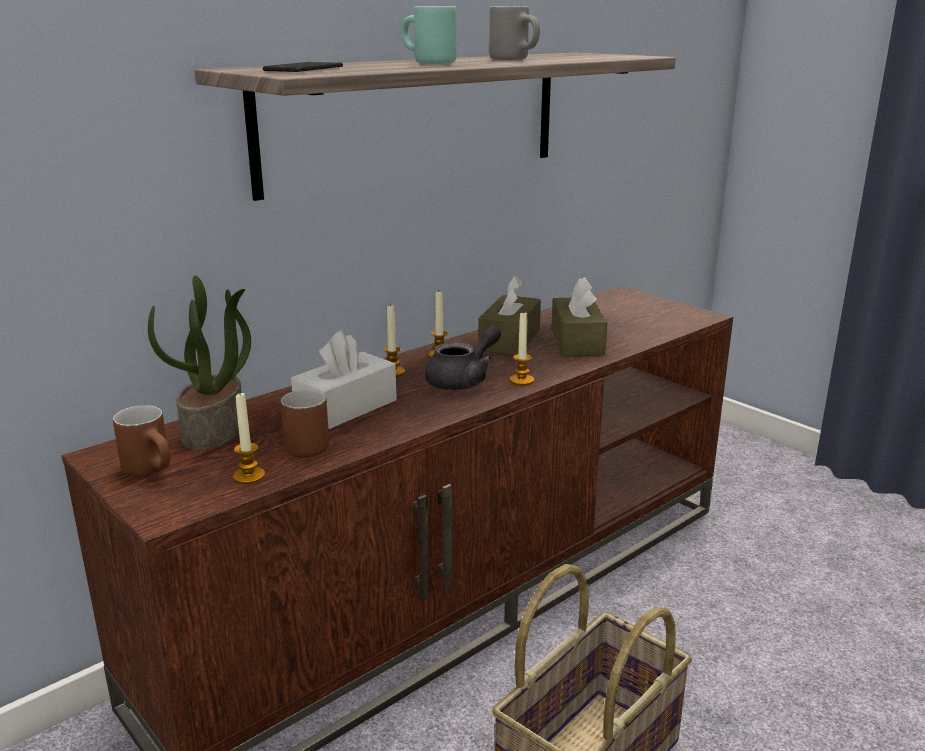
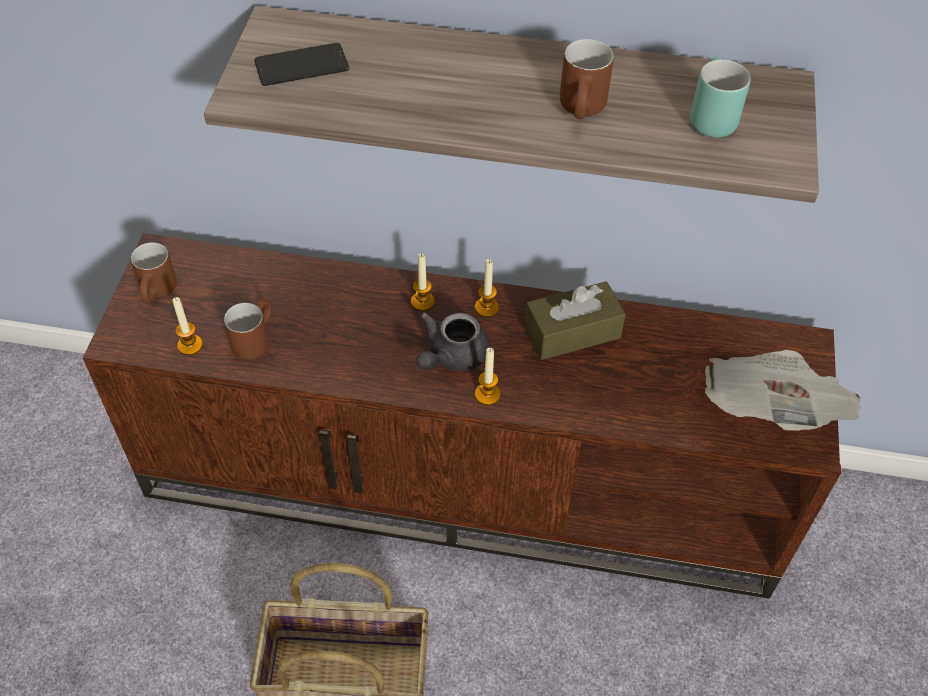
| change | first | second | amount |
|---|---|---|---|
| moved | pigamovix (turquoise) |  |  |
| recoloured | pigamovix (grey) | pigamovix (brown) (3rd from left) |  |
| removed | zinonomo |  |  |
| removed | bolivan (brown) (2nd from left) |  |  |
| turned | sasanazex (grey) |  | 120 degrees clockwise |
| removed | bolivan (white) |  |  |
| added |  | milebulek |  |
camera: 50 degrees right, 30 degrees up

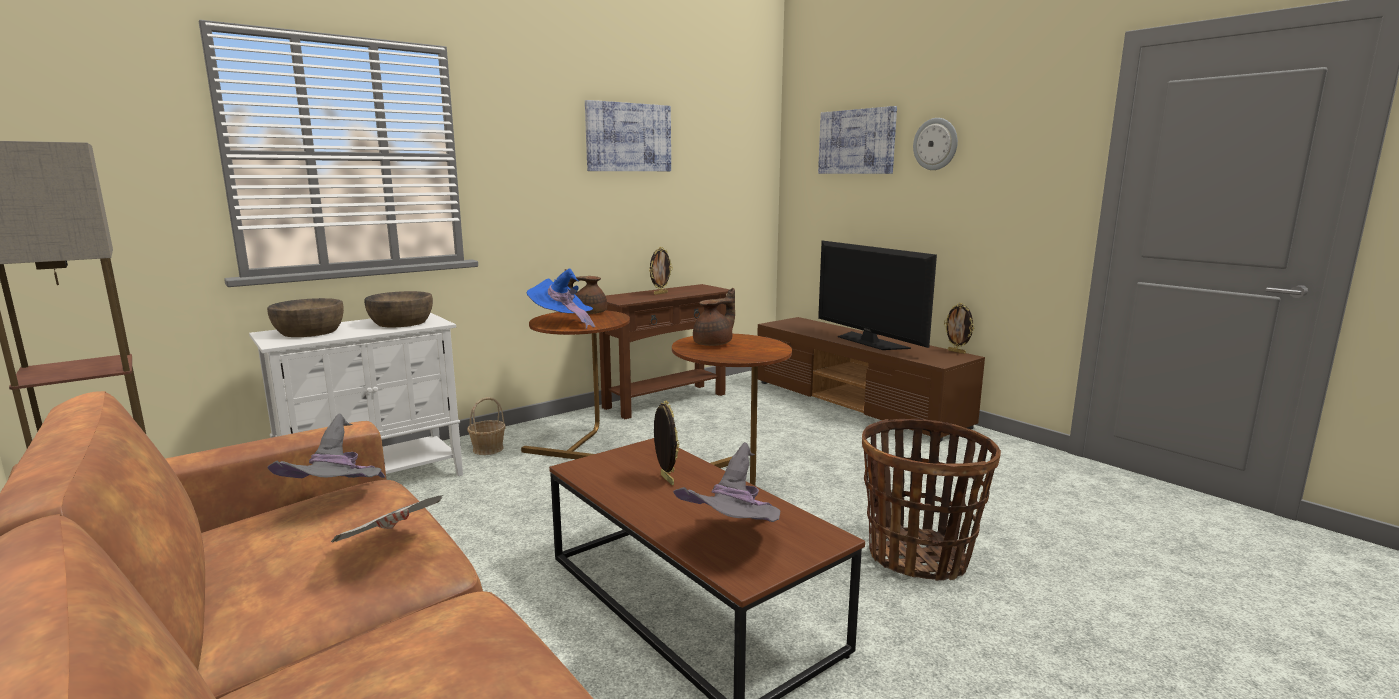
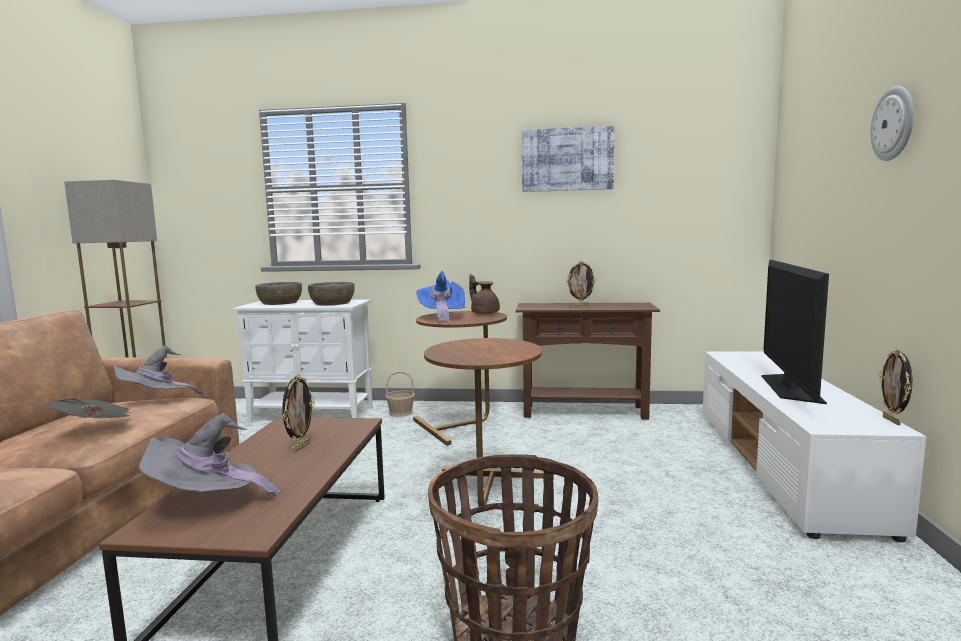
| change | first | second | amount |
|---|---|---|---|
| removed | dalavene (2nd from left) |  |  |
| removed | sasanazex (brown) (2nd from left) |  |  |
| recoloured | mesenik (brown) | mesenik (white) |  |
camera: 45 degrees right, 5 degrees down

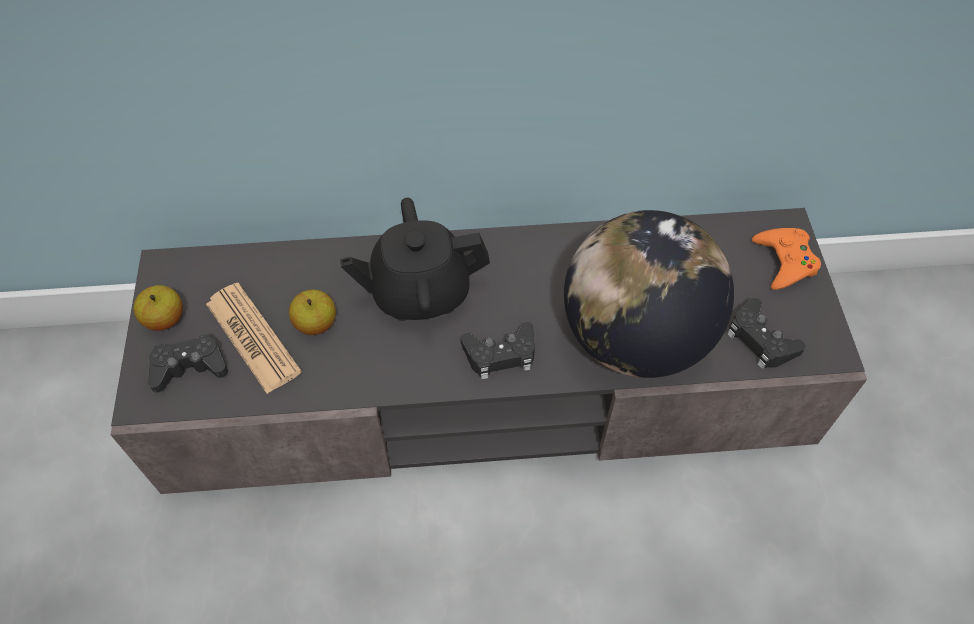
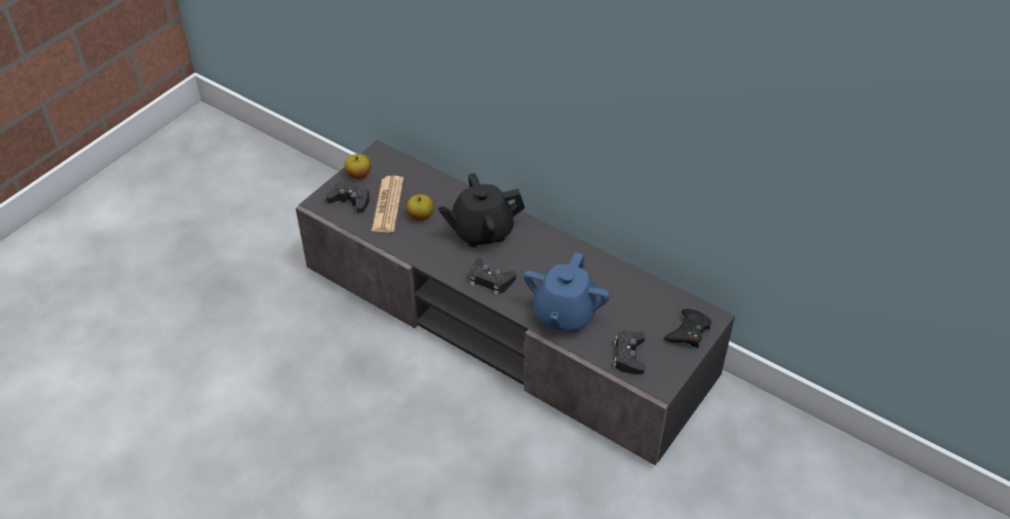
| change | first | second | amount |
|---|---|---|---|
| turned | sasanazex (black) |  | 45 degrees counterclockwise |
| replaced | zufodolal | sasanazex (blue) |  |
| recoloured | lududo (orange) | lududo (black) (4th from left) |  |
camera: 40 degrees right, 10 degrees down

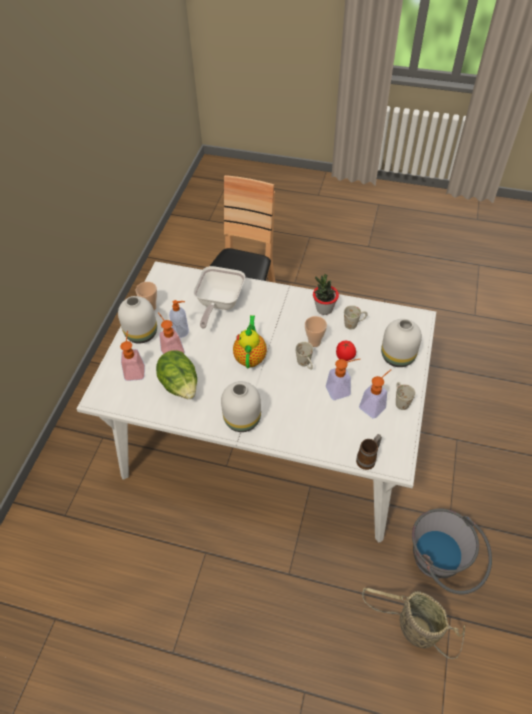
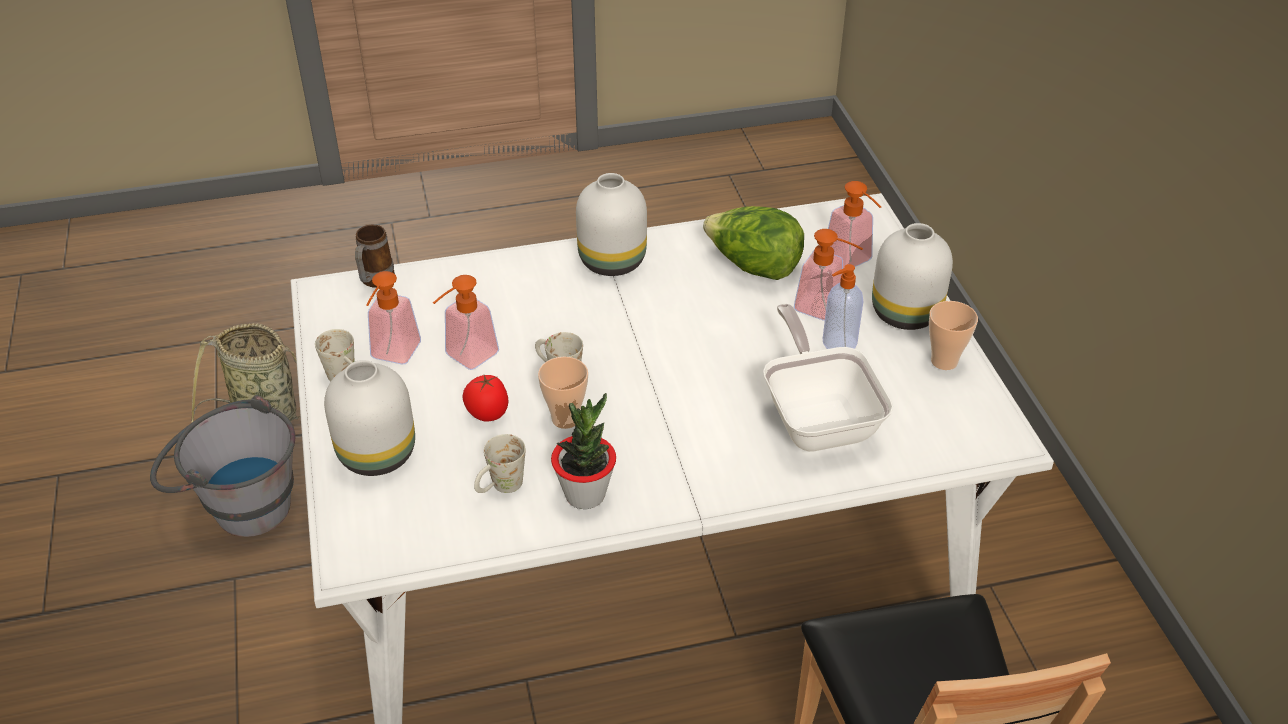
| change | first | second | amount |
|---|---|---|---|
| removed | sasanazex |  |  |
camera: 150 degrees right, 10 degrees down

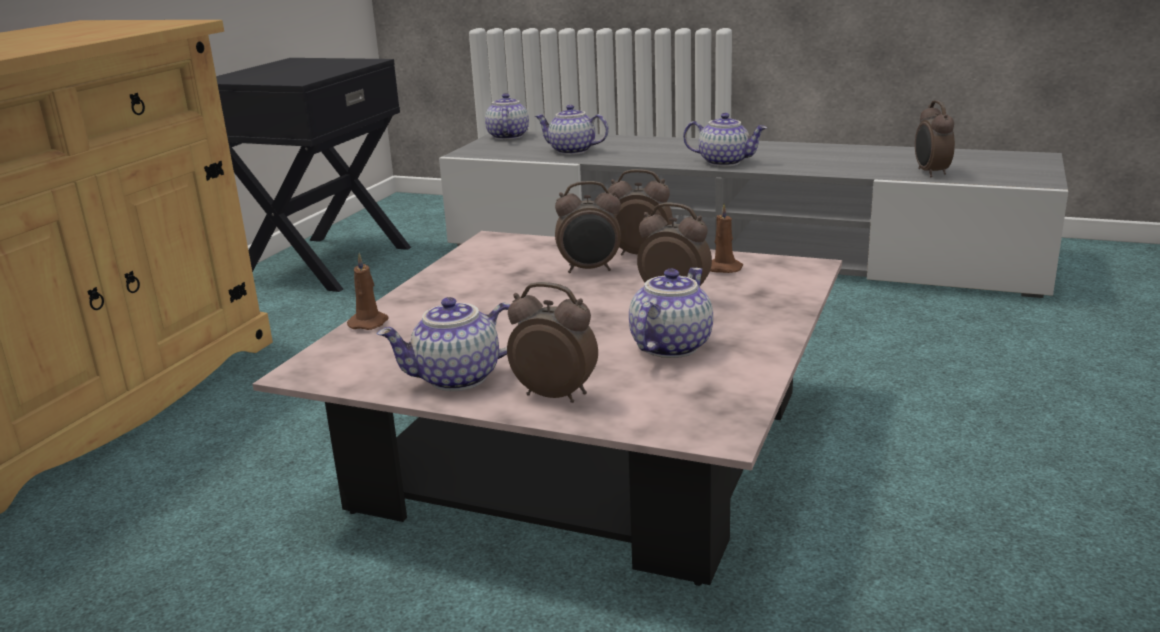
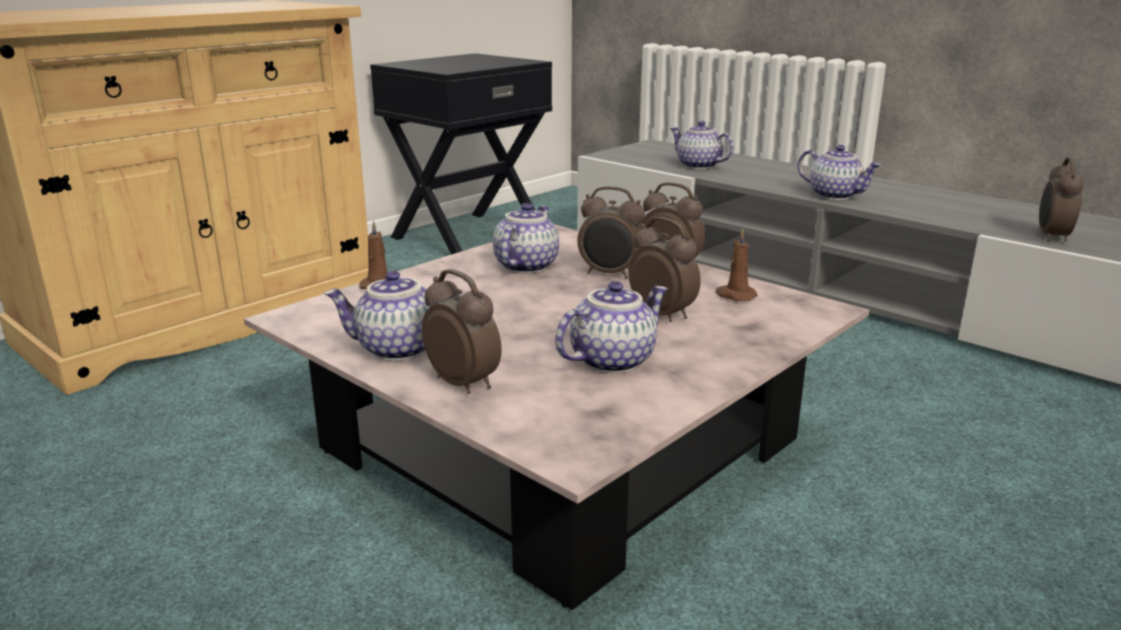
| change | first | second | amount |
|---|---|---|---|
| moved | sasanazex (2nd from left) |  |  |
camera: 20 degrees right, 0 degrees up

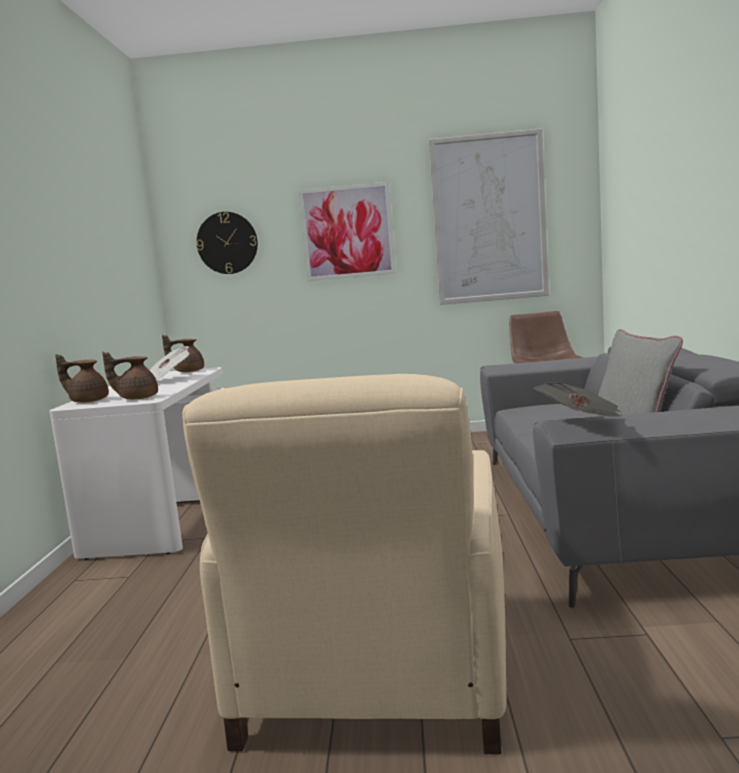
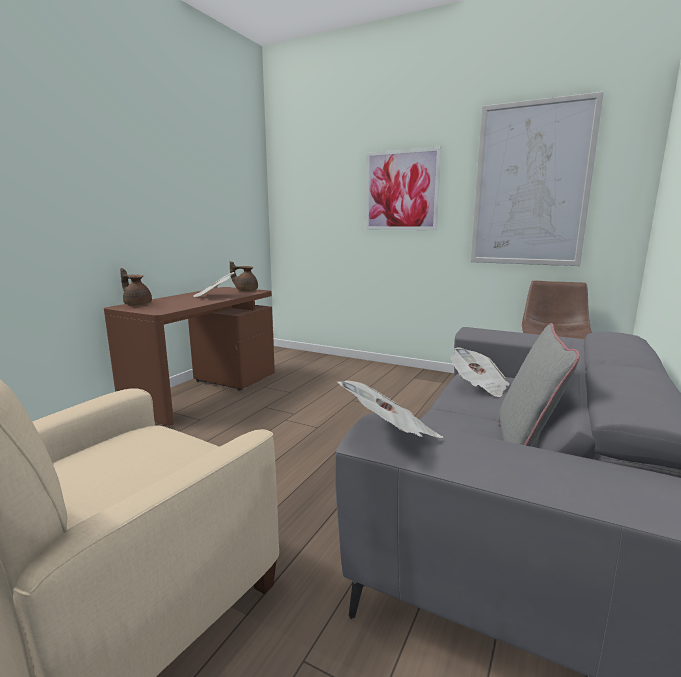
| change | first | second | amount |
|---|---|---|---|
| removed | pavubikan |  |  |
| removed | sasanazex (brown) (2nd from left) |  |  |
| recoloured | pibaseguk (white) | pibaseguk (brown) |  |
| added |  | milebulek (3rd from left) |  |
camera: 25 degrees right, 5 degrees up

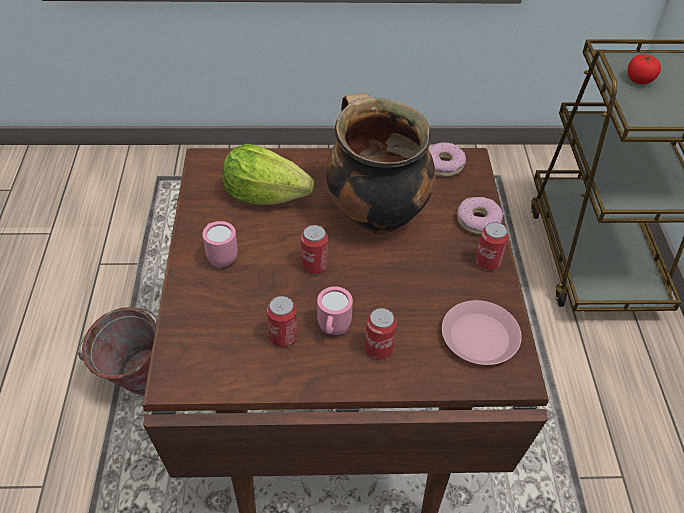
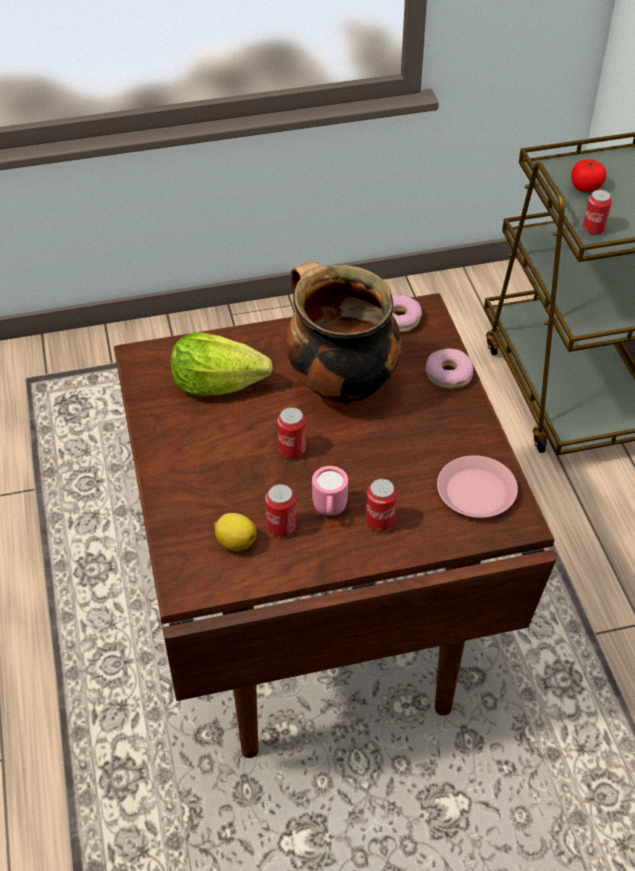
| change | first | second | amount |
|---|---|---|---|
| removed | pigamovix (pink) (1st from left) |  |  |
| moved | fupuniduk (4th from left) |  |  |
| removed | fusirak |  |  |
| added |  | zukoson |  |
camera: 10 degrees left, 0 degrees up

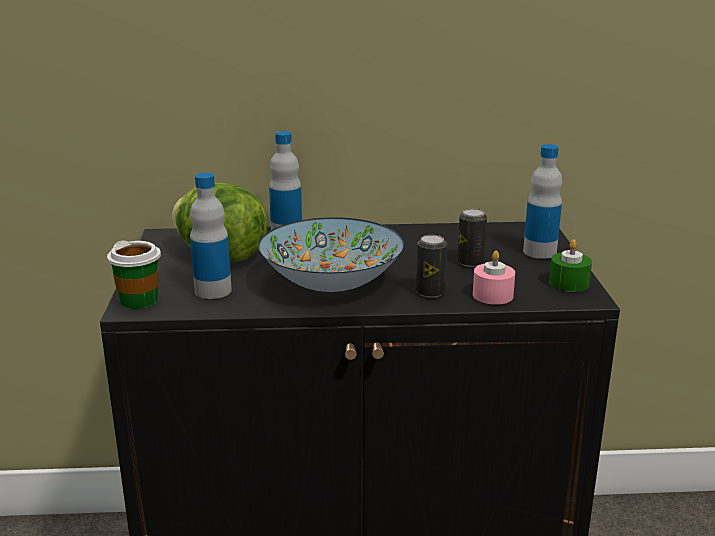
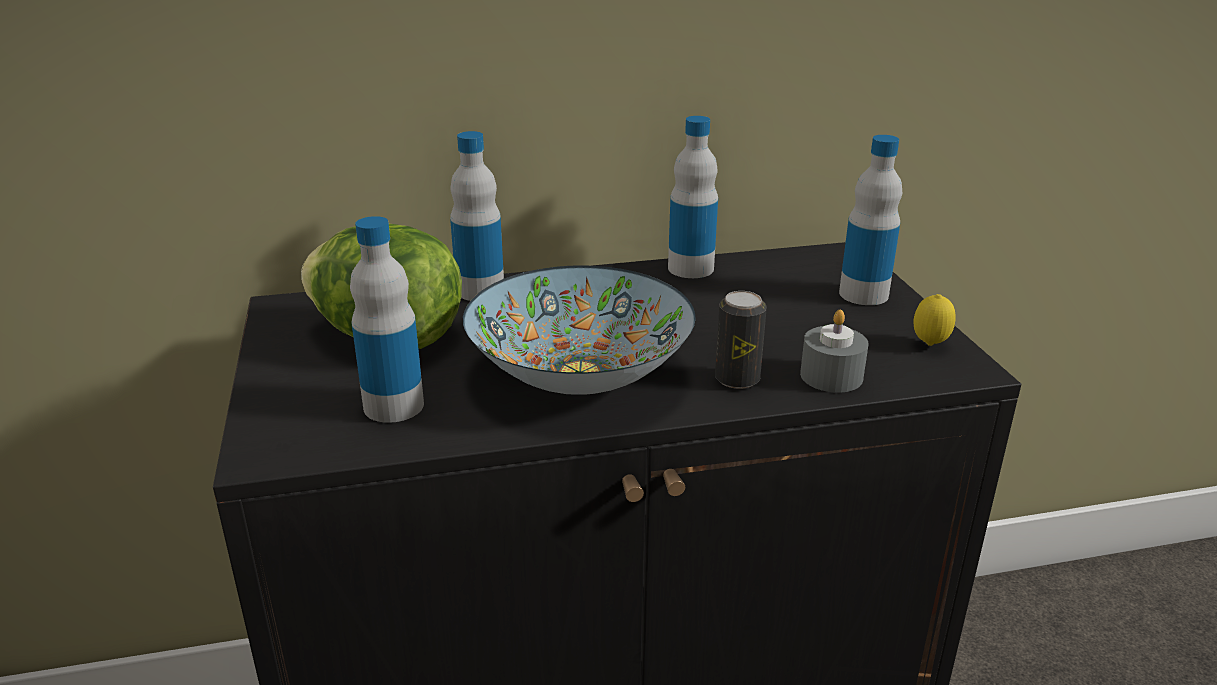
| change | first | second | amount |
|---|---|---|---|
| removed | fupuniduk (2nd from left) |  |  |
| removed | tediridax |  |  |
| replaced | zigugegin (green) | zukoson |  |
| recoloured | zigugegin (pink) | zigugegin (grey) |  |
| added |  | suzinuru (3rd from left) |  |
camera: 10 degrees left, 5 degrees up

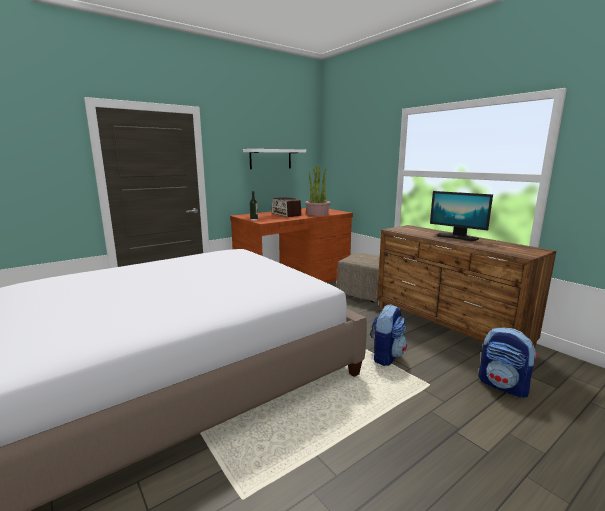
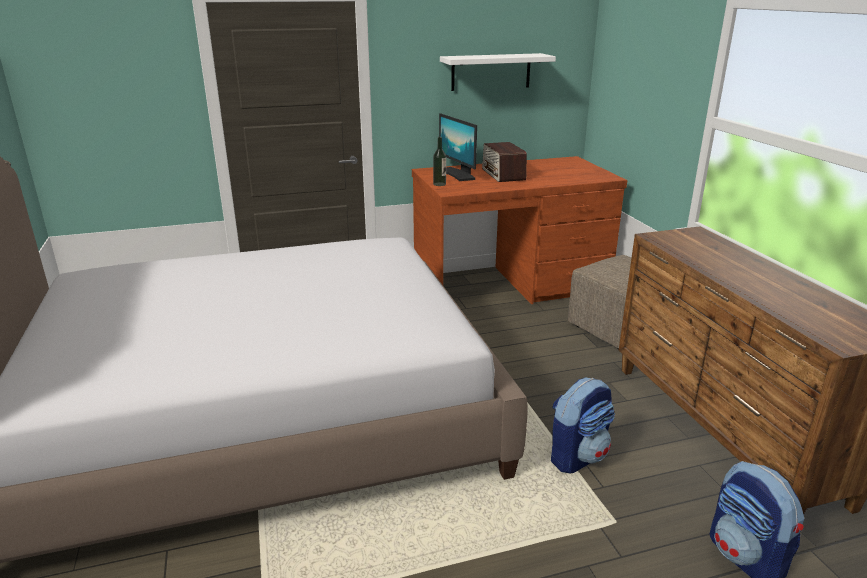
| change | first | second | amount |
|---|---|---|---|
| removed | zinonomo |  |  |
| moved | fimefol |  |  |
camera: 20 degrees right, 10 degrees up

